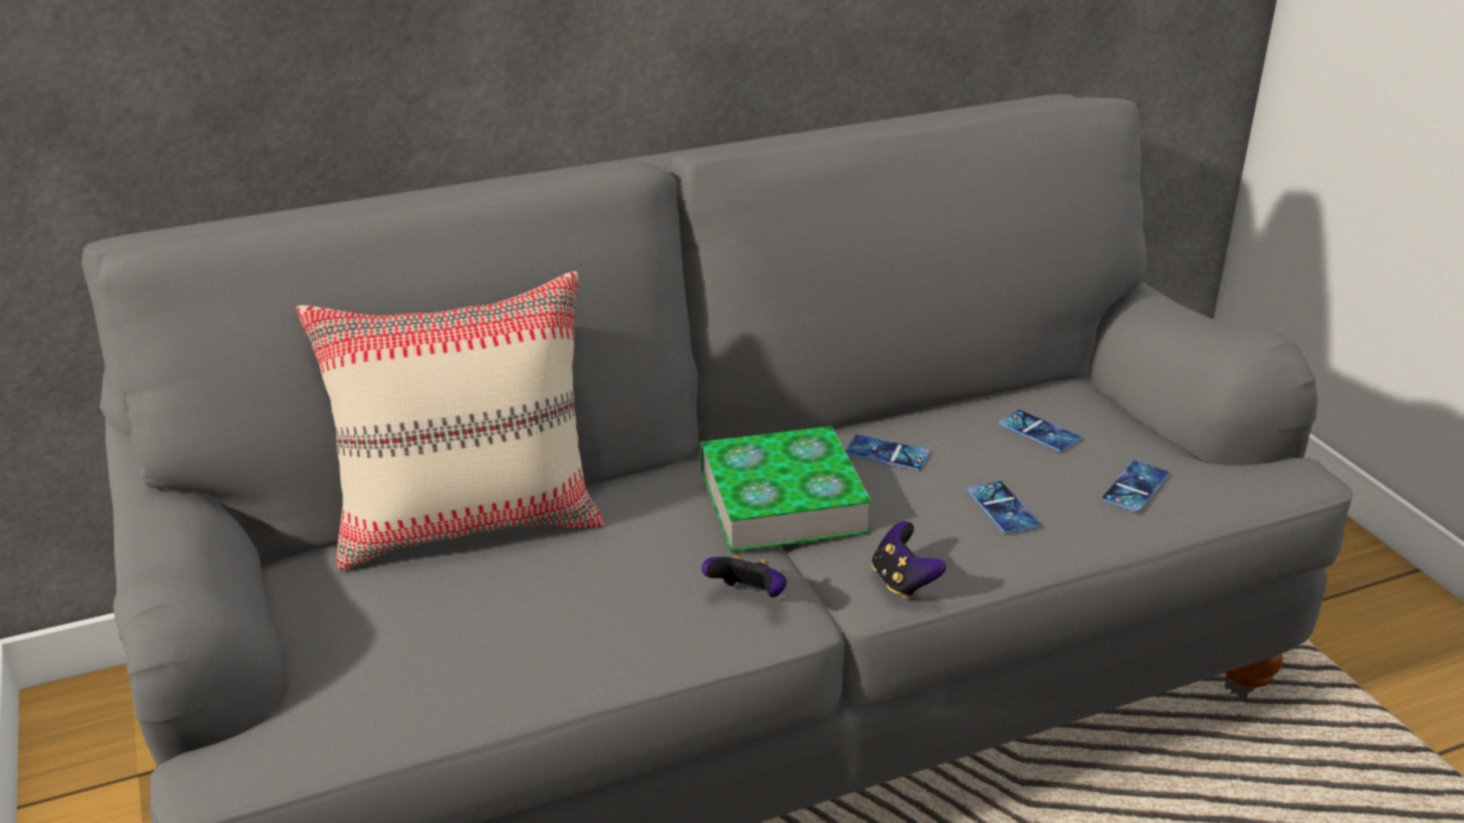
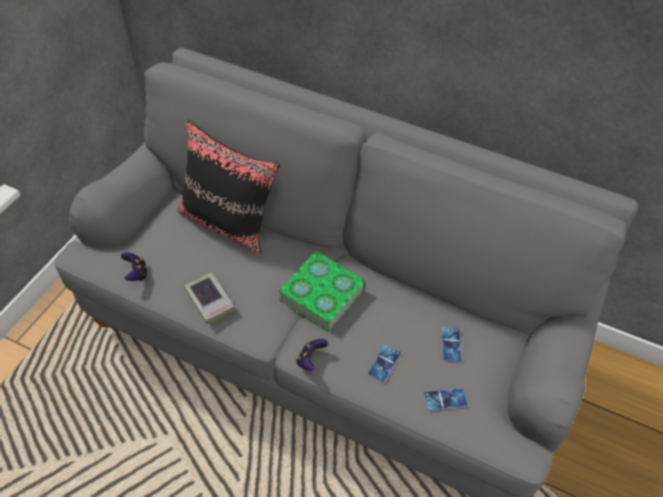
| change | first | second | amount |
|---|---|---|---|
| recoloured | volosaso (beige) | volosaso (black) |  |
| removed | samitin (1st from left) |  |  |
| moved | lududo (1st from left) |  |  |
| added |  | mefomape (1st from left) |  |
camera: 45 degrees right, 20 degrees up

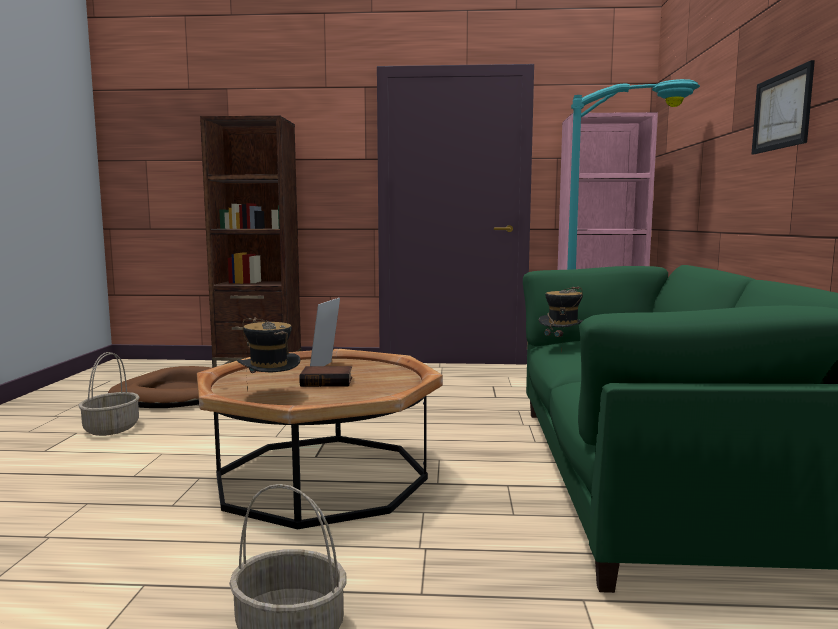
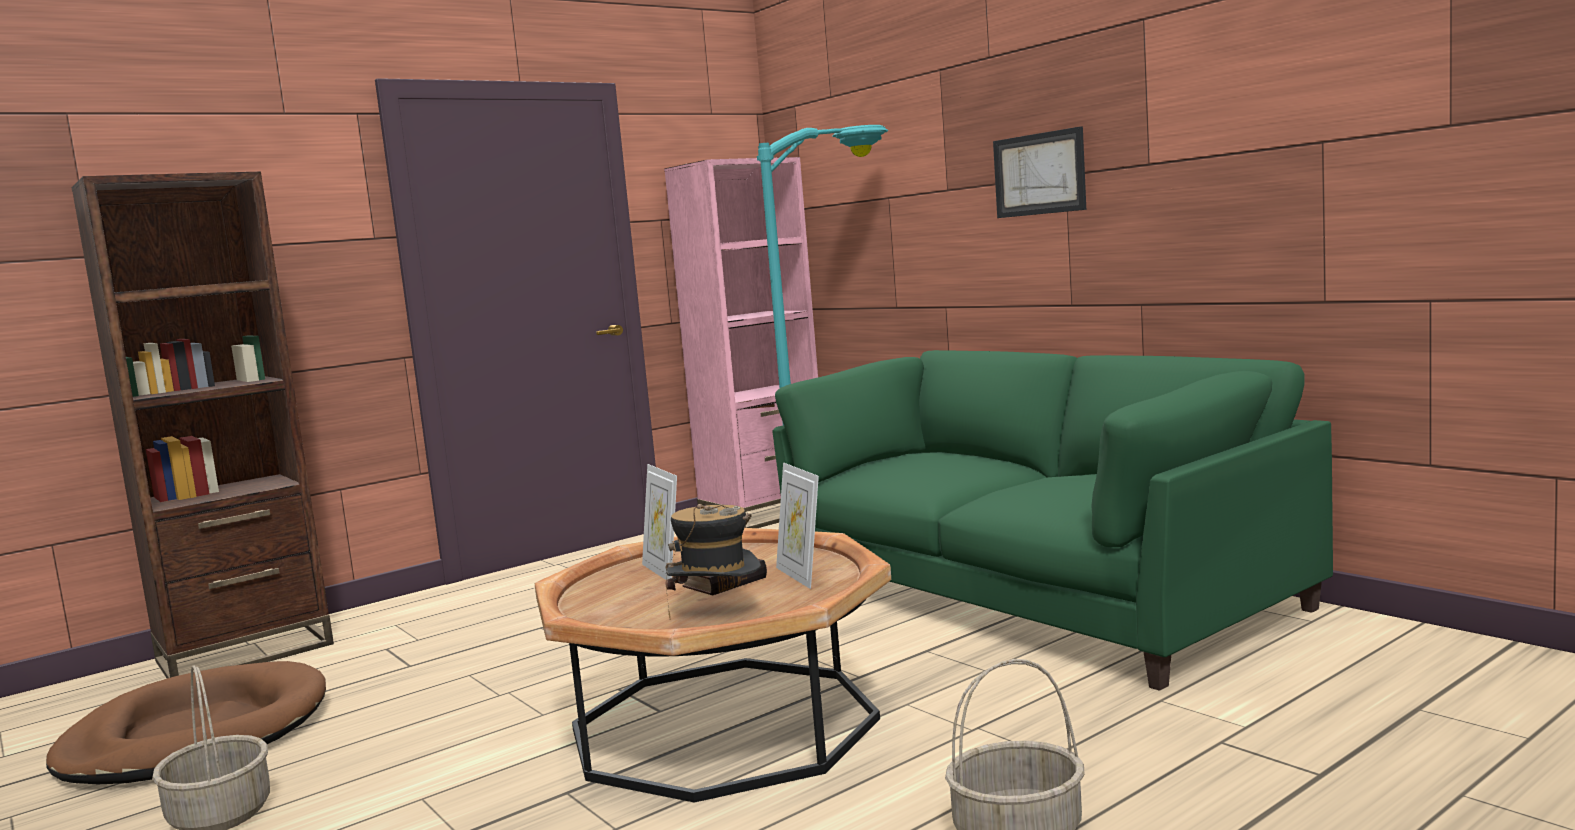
| change | first | second | amount |
|---|---|---|---|
| removed | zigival (2nd from left) |  |  |
| added |  | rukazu (2nd from left) |  |
camera: 40 degrees left, 0 degrees up

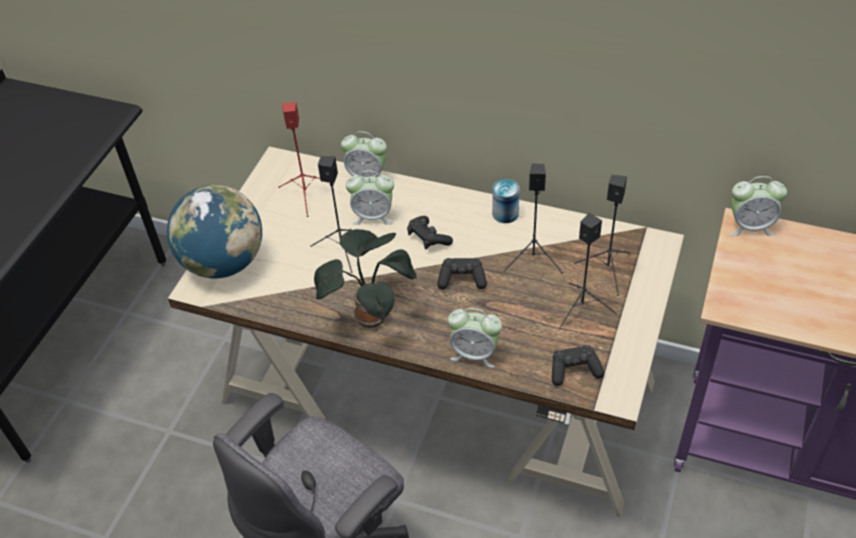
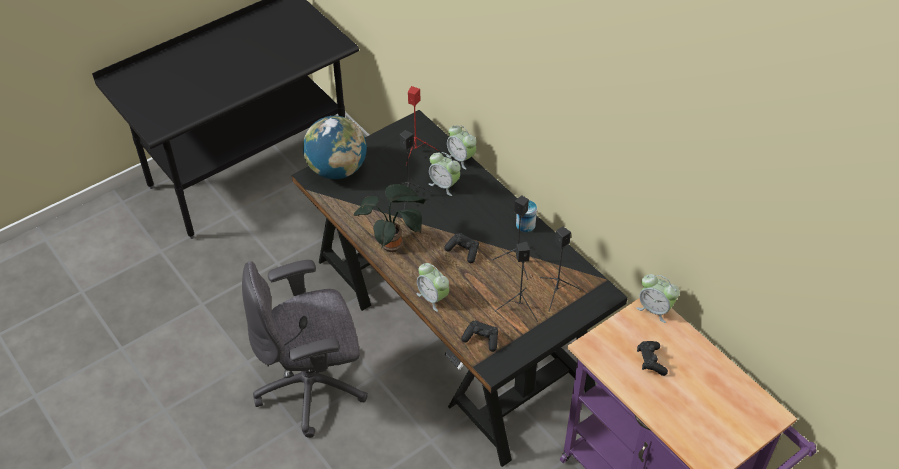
| change | first | second | amount |
|---|---|---|---|
| recoloured | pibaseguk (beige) | pibaseguk (black) (2nd from left) |  |
| moved | lududo (black) (1st from left in the first image) | lududo (black) (3rd from left) |  |
camera: 30 degrees right, 0 degrees up

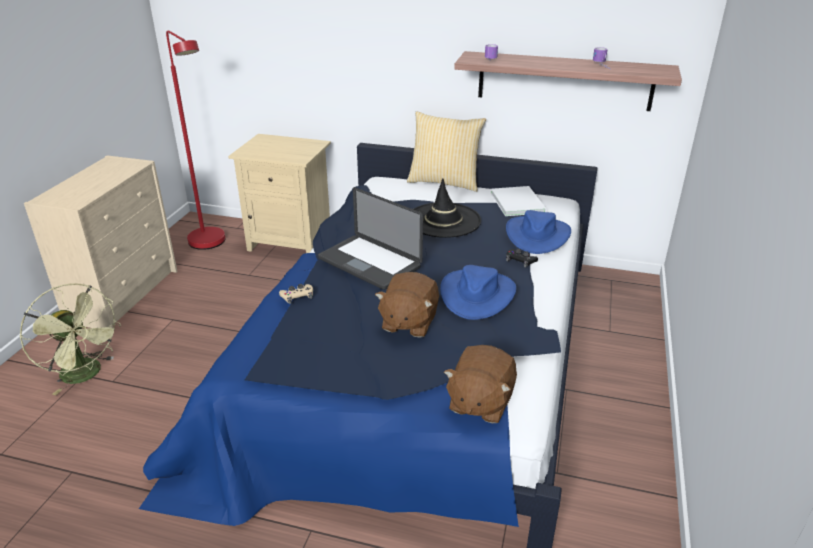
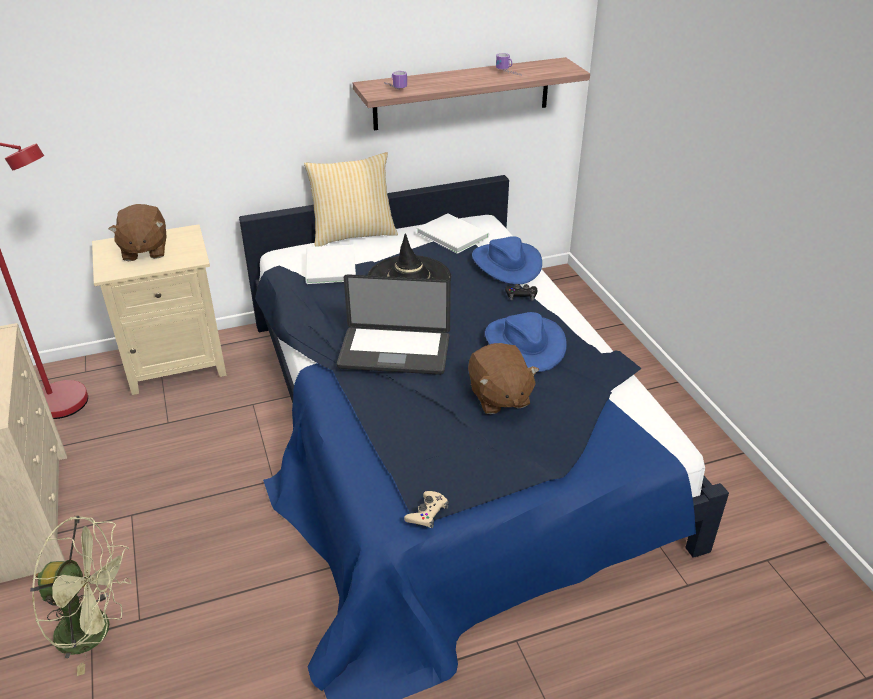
| change | first | second | amount |
|---|---|---|---|
| moved | lududo (beige) |  |  |
| moved | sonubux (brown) (2nd from left in the first image) | sonubux (brown) (1st from left) |  |
| added |  | mefomape (white) (1st from left) |  |
camera: 35 degrees left, 5 degrees up

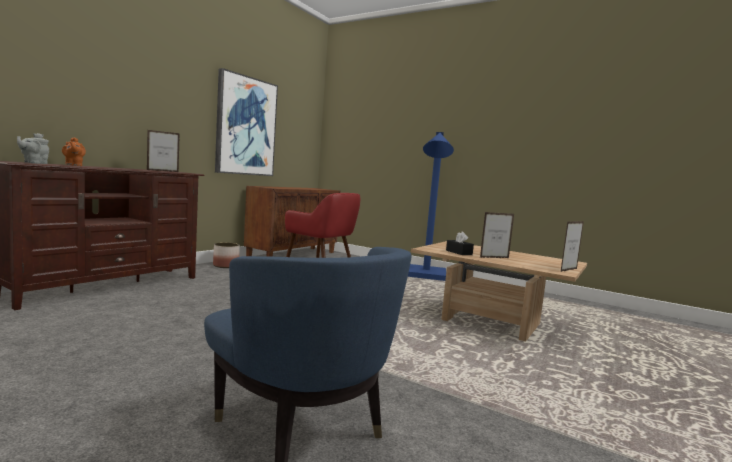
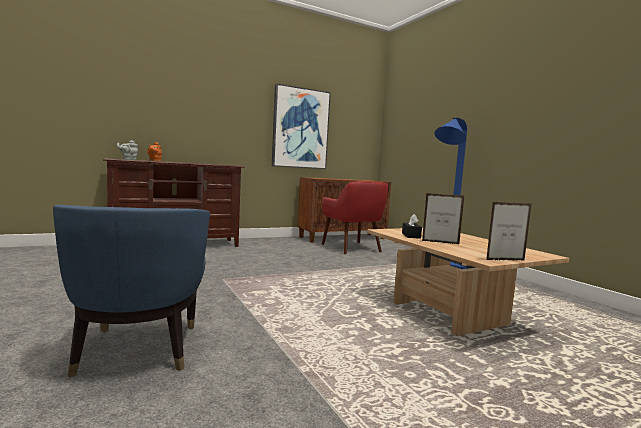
| change | first | second | amount |
|---|---|---|---|
| removed | rukazu (1st from left) |  |  |
| removed | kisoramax |  |  |
camera: 30 degrees right, 0 degrees up

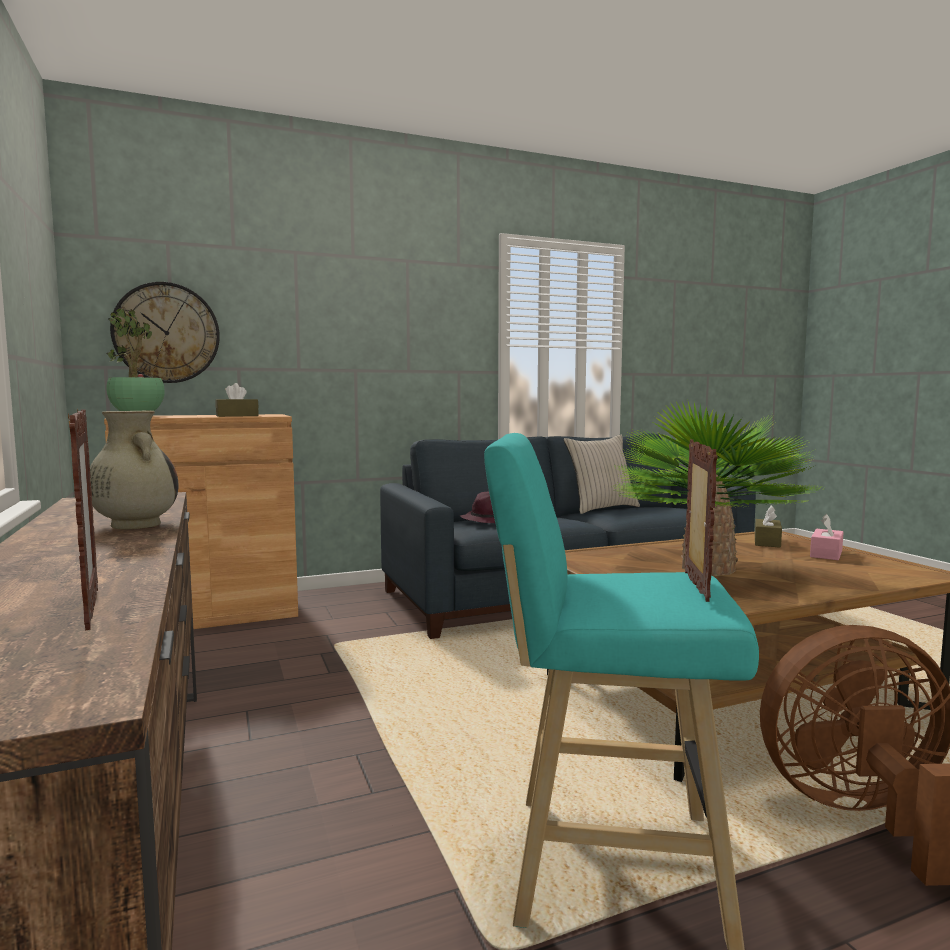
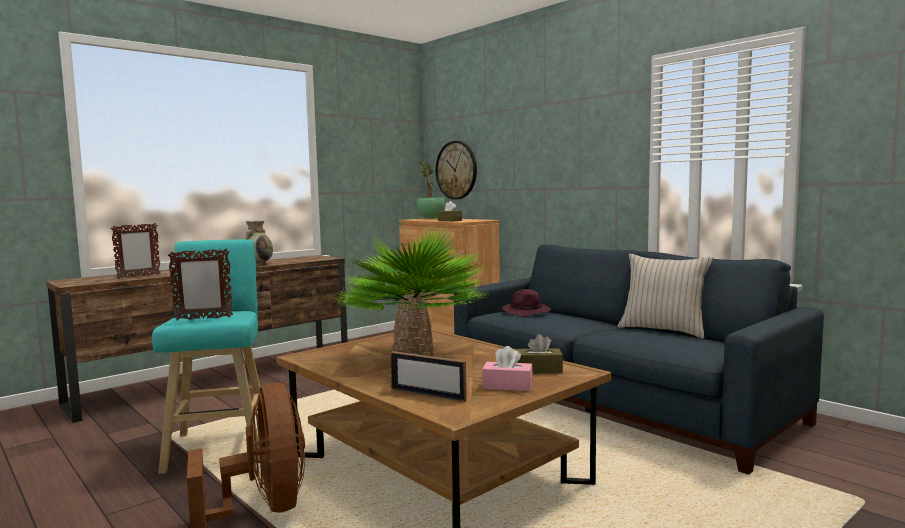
| change | first | second | amount |
|---|---|---|---|
| added |  | rukazu (3rd from left) |  |
camera: 70 degrees right, 0 degrees up

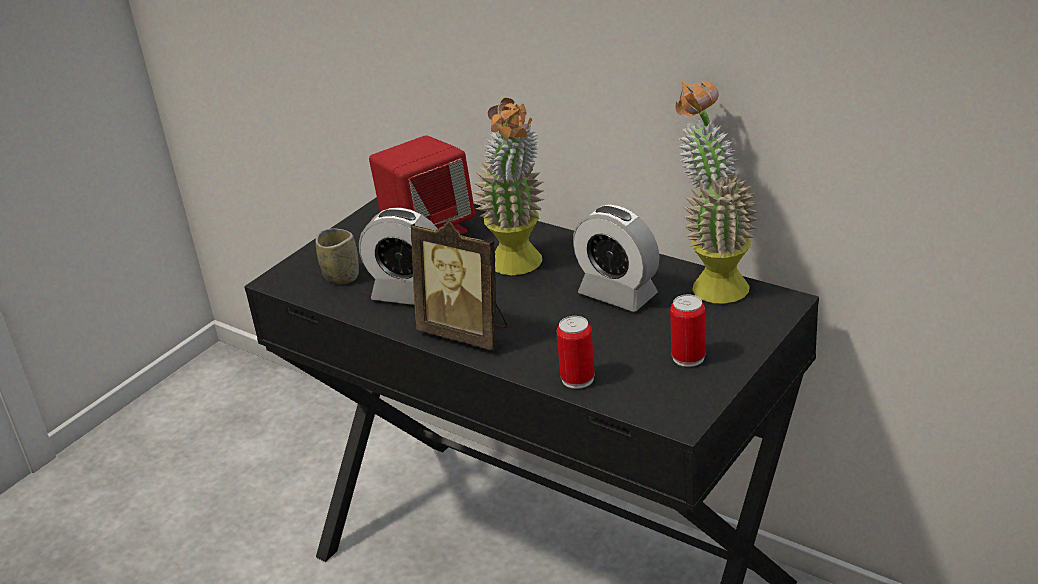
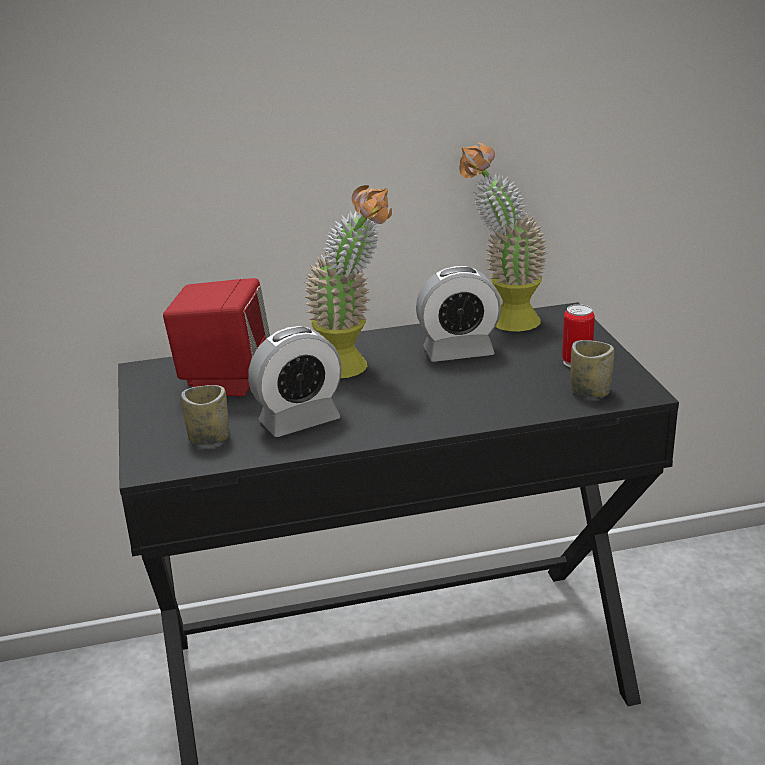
| change | first | second | amount |
|---|---|---|---|
| removed | rukazu |  |  |
| removed | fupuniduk (1st from left) |  |  |
| added |  | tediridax (2nd from left) |  |
camera: 50 degrees left, 5 degrees down

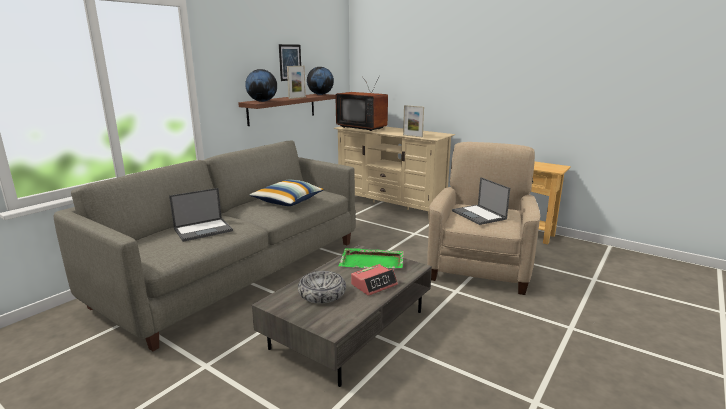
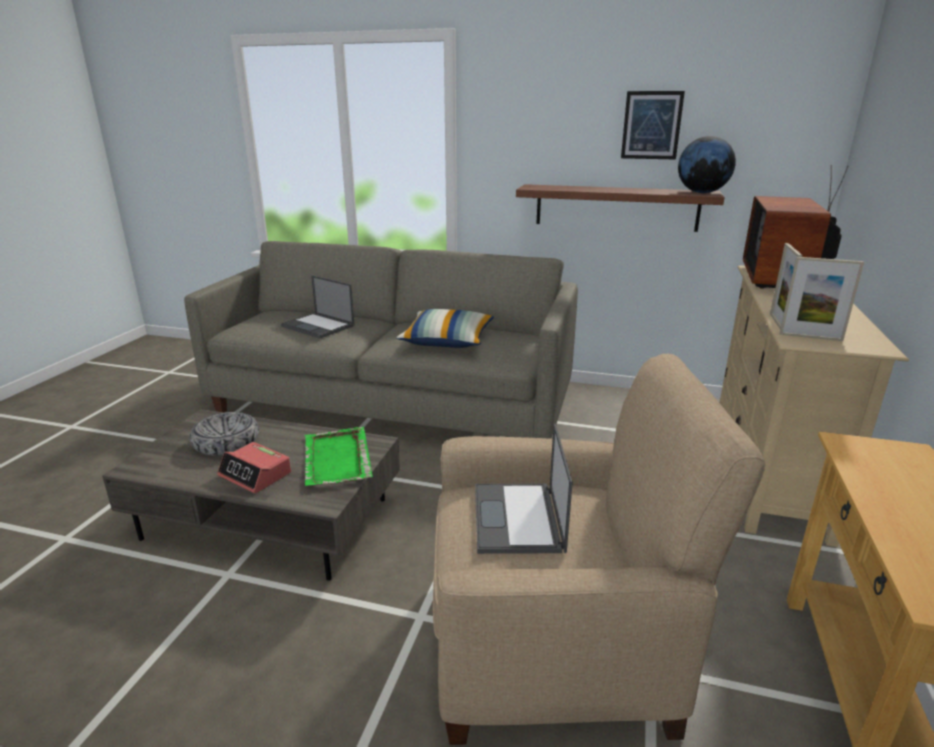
| change | first | second | amount |
|---|---|---|---|
| moved | rukazu (1st from left in the first image) | rukazu (2nd from left) |  |
| removed | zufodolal (1st from left) |  |  |
| turned | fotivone (2nd from left) |  | 45 degrees counterclockwise |
camera: 70 degrees right, 5 degrees up

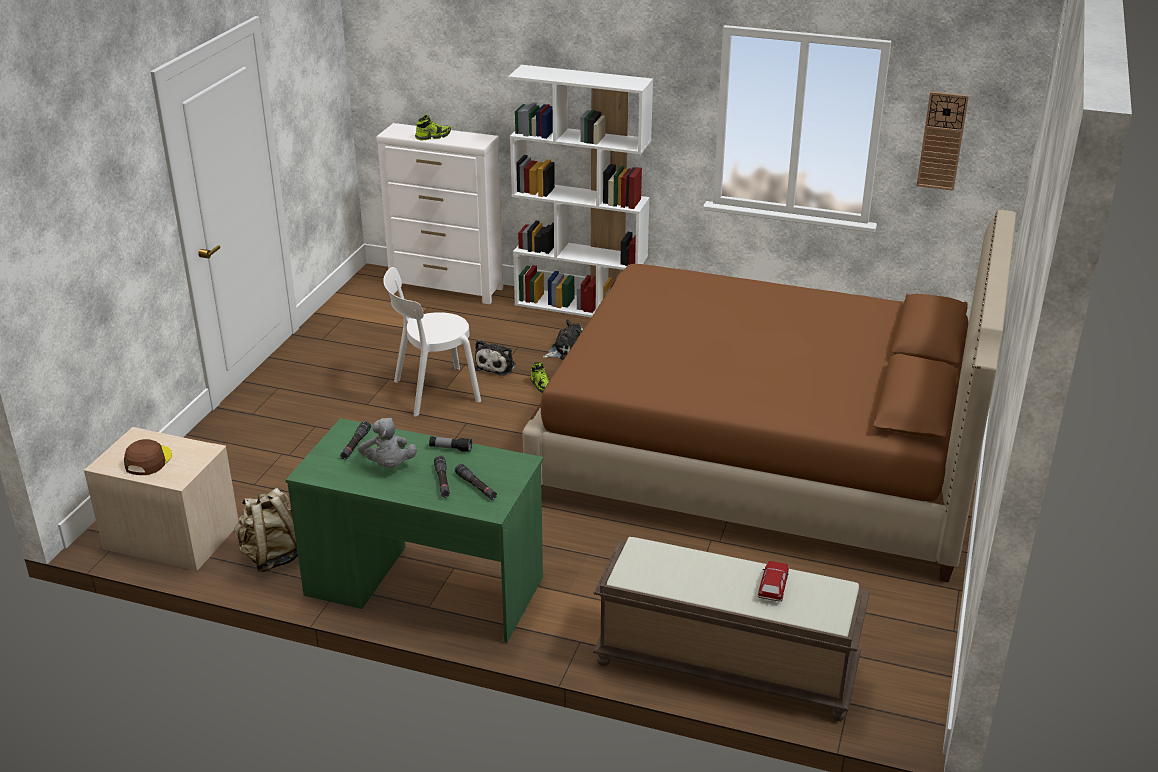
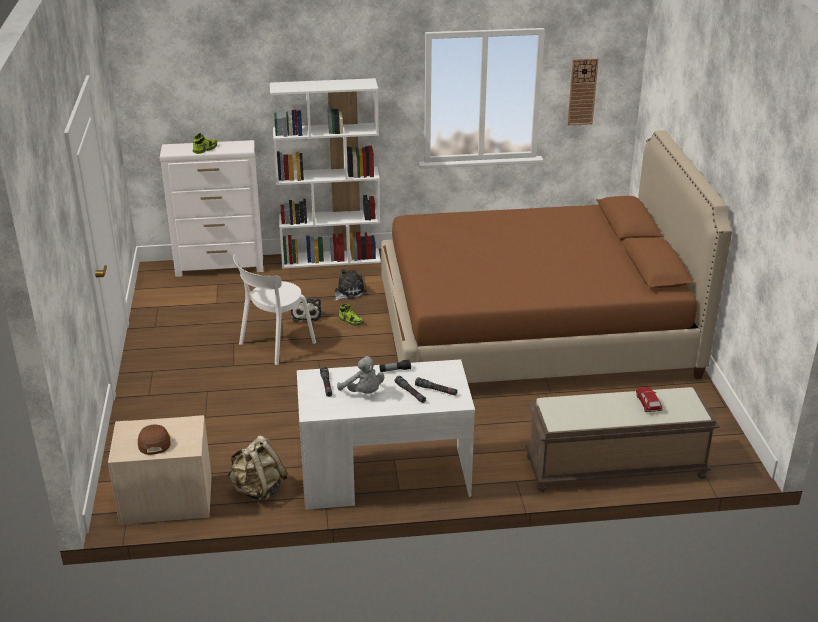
| change | first | second | amount |
|---|---|---|---|
| recoloured | pibaseguk (green) | pibaseguk (white) |  |
camera: 25 degrees left, 0 degrees up

